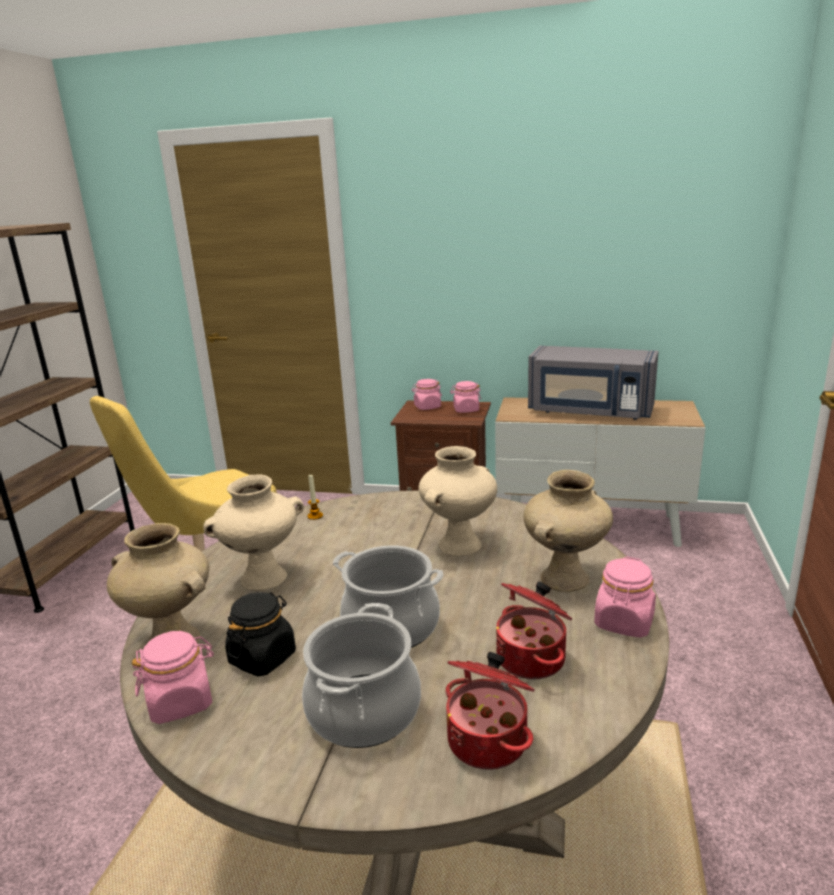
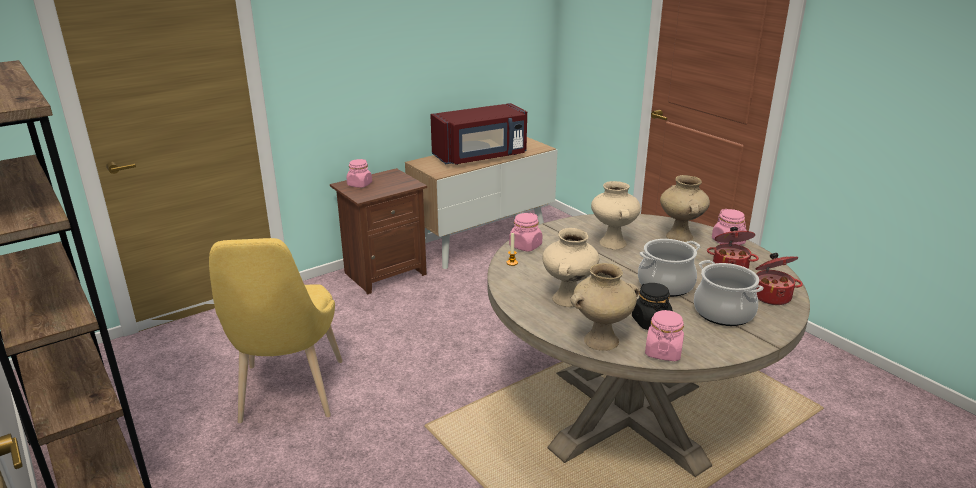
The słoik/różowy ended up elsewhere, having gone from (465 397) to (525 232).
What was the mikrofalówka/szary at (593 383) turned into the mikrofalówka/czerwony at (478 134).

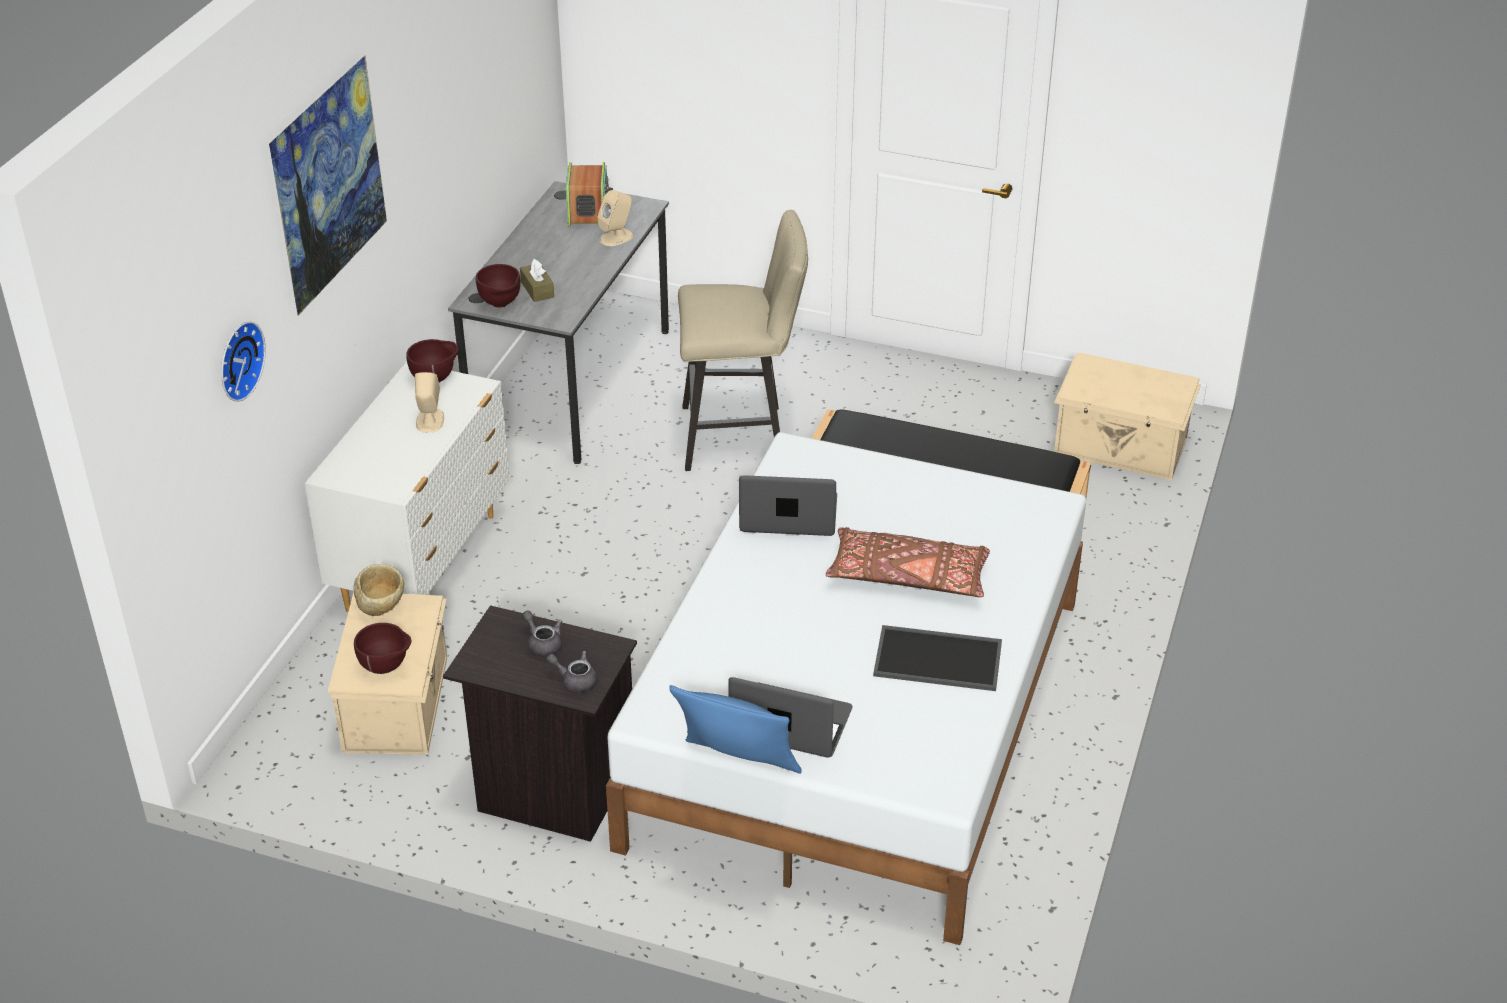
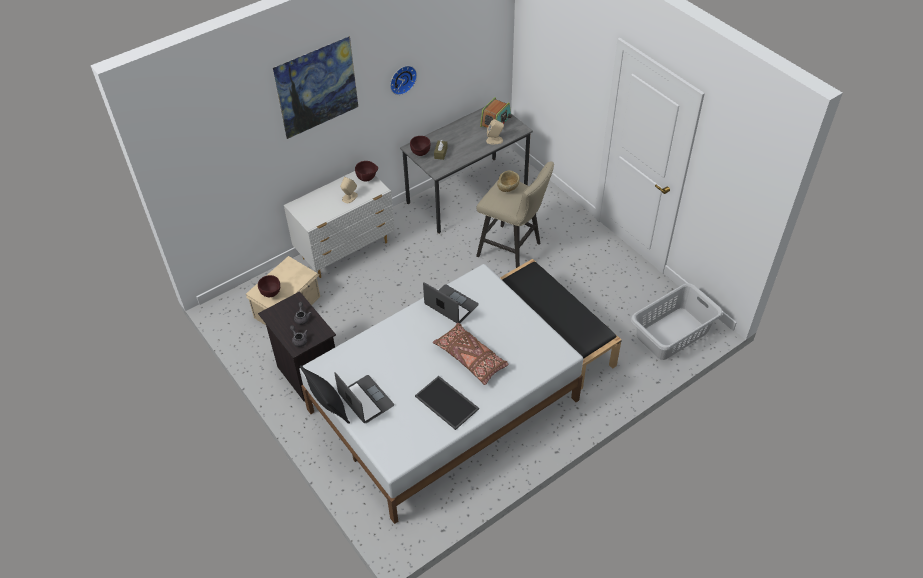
The zegar ścienny ended up elsewhere, having gone from (243 361) to (403 80).
The miska/beżowy ended up elsewhere, having gone from (378 590) to (508 181).
What was the poduszka/niebieski at (735 729) turned into the poduszka/czarny at (325 394).
Where the pojemnik do przechowywania/beżowy stood at (1127 416), the kosz na pranie/szary came to stand at (677 321).

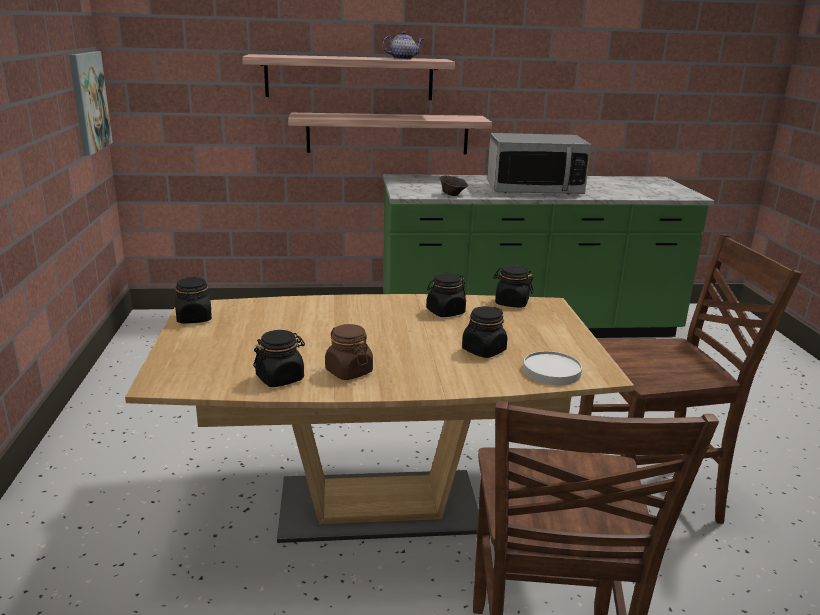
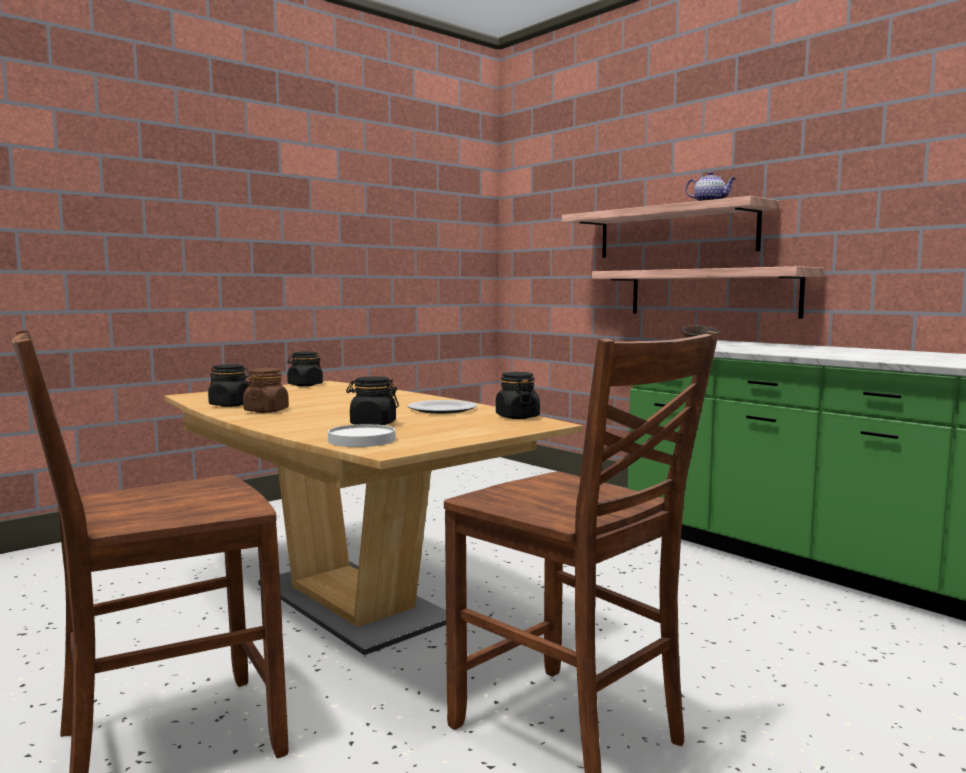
The second view lost the obraz at (91 103).
Where the słoik/czarny stood at (446 295), the talerz came to stand at (442 407).
The second view lost the mikrofalówka at (539 164).

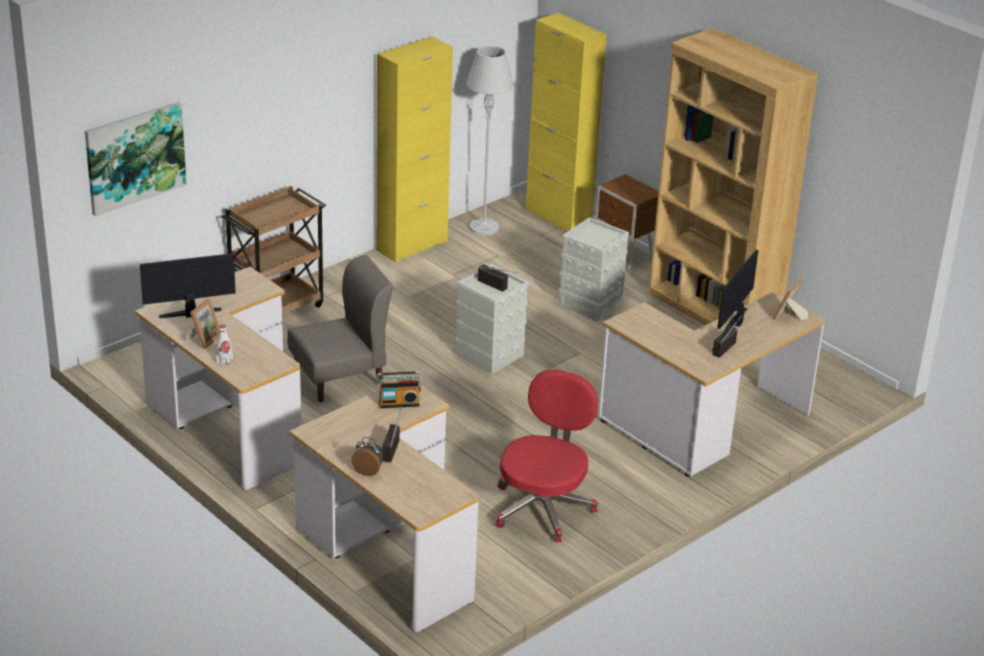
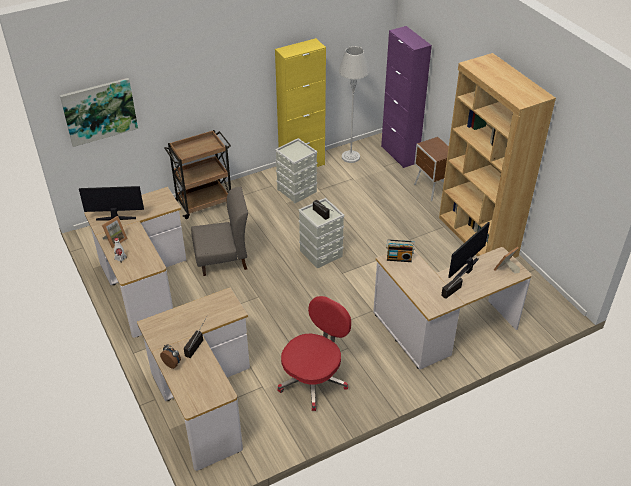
The radio ended up elsewhere, having gone from (399 389) to (400 251).
What was the szafka/żółty at (566 122) turned into the szafka/fioletowy at (406 97).
The pojemnik do przechowywania/szary ended up elsewhere, having gone from (594 269) to (296 170).

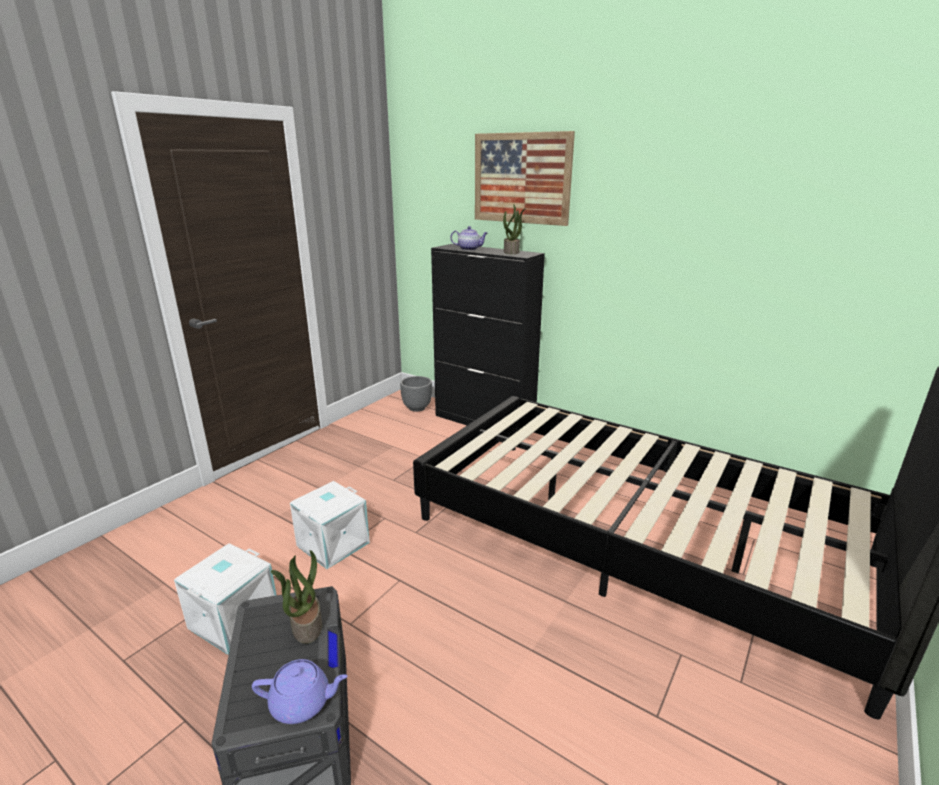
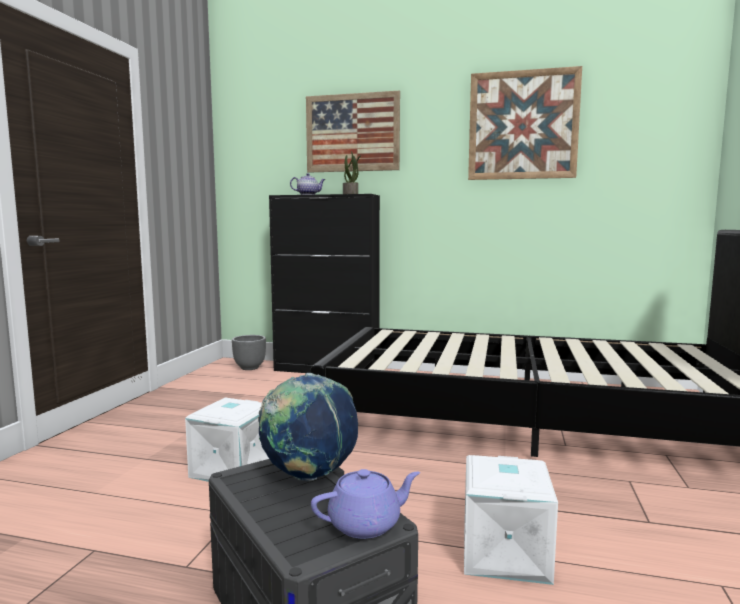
The pojemnik do przechowywania/biały ended up elsewhere, having gone from (225 599) to (511 520).
Where the roślina doniczkowa stood at (296 597), the globus came to stand at (308 427).
The second view gained the obraz at (525 123).

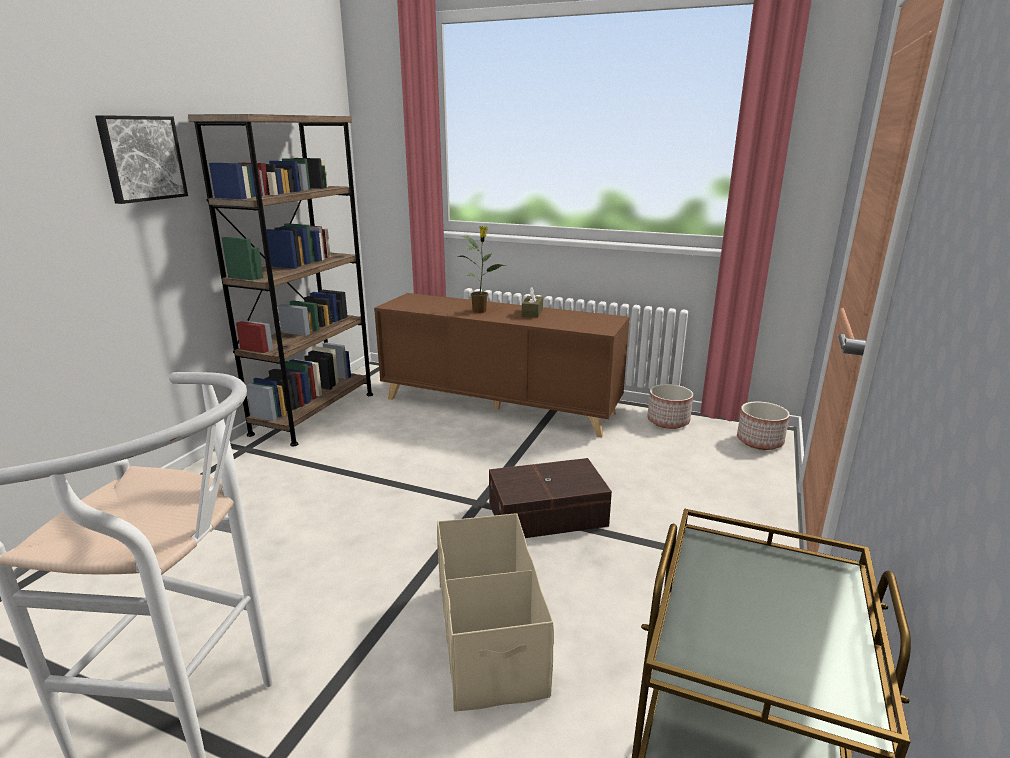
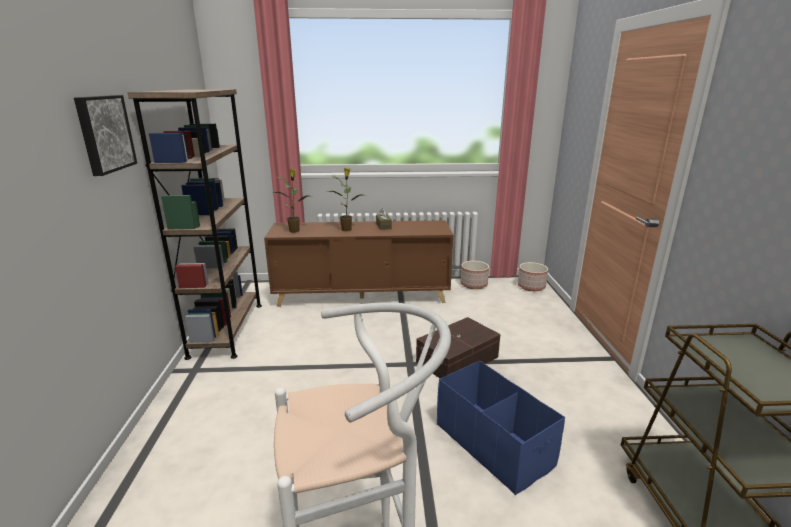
What was the pojemnik do przechowywania/beżowy at (495 612) turned into the pojemnik do przechowywania/niebieski at (501 428).
The second view gained the roślina doniczkowa at (292 201).

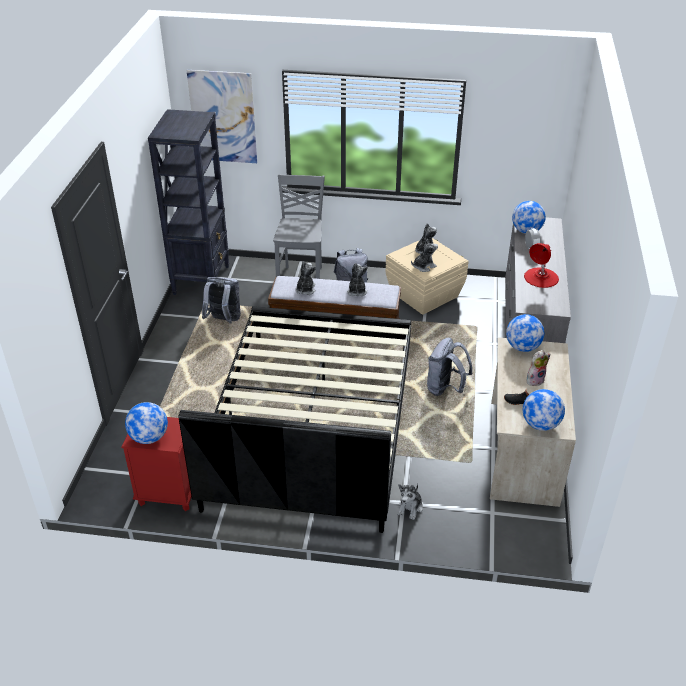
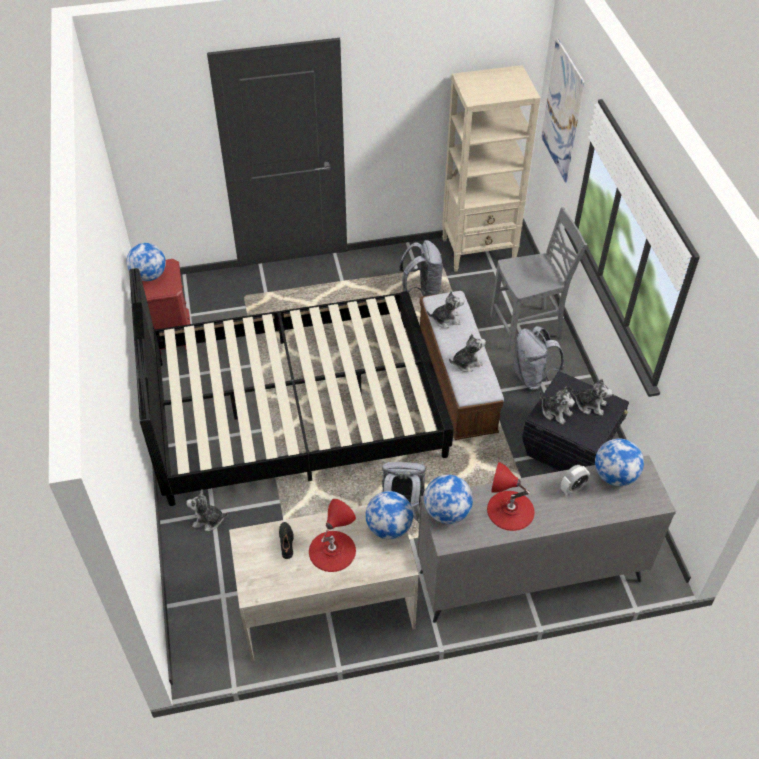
What was the regał/czarny at (188 202) turned into the regał/beżowy at (491 168).
What was the pojemnik do przechowywania/beżowy at (427 276) turned into the pojemnik do przechowywania/czarny at (575 421).
The globus ended up elsewhere, having gone from (544 410) to (448 499).
Where the pluszak stood at (539 368), the lampa stołowa/czerwony came to stand at (332 535).

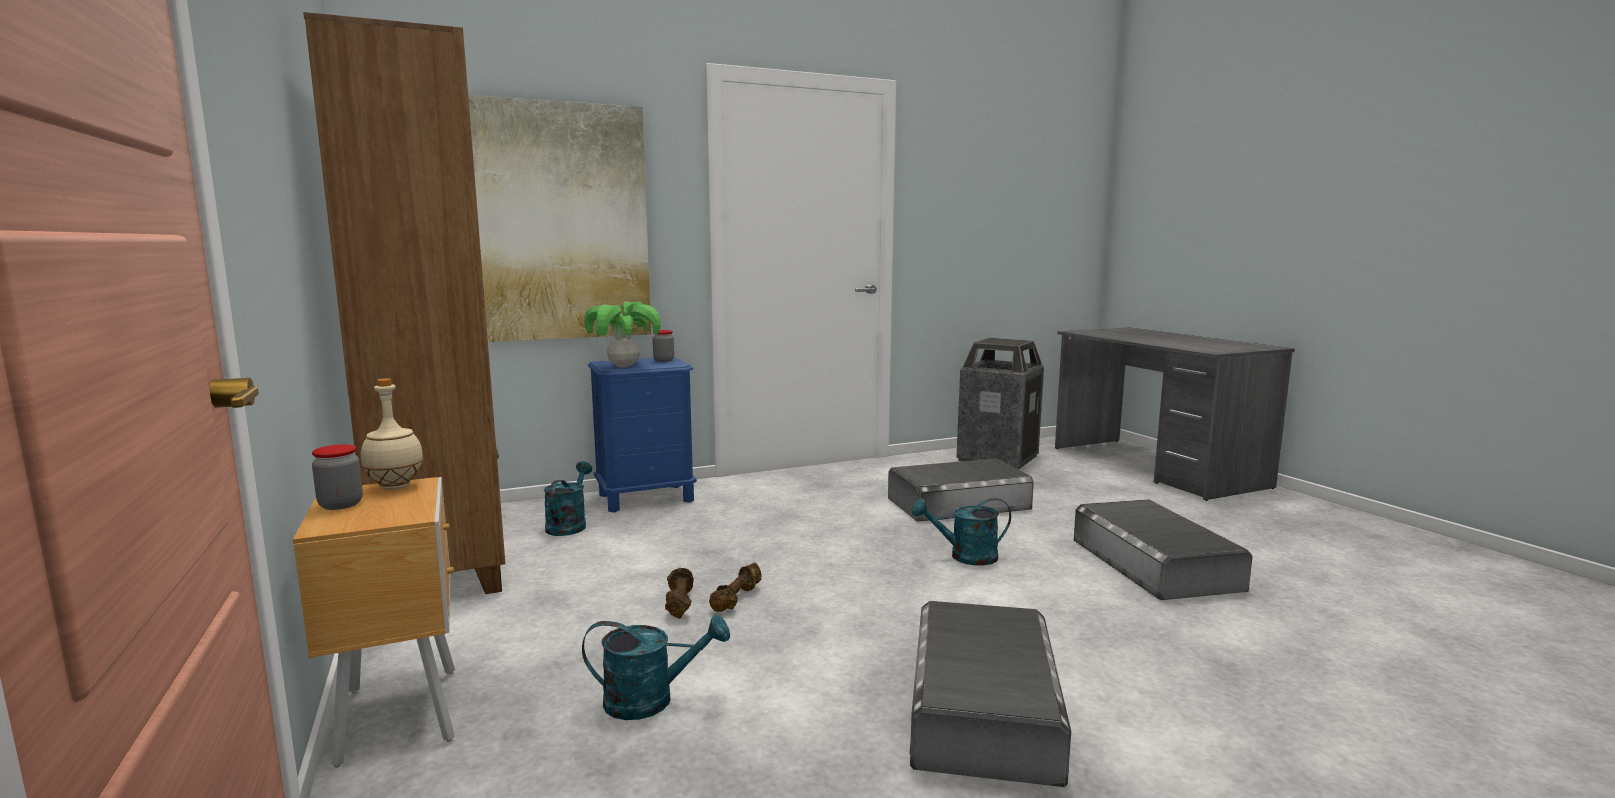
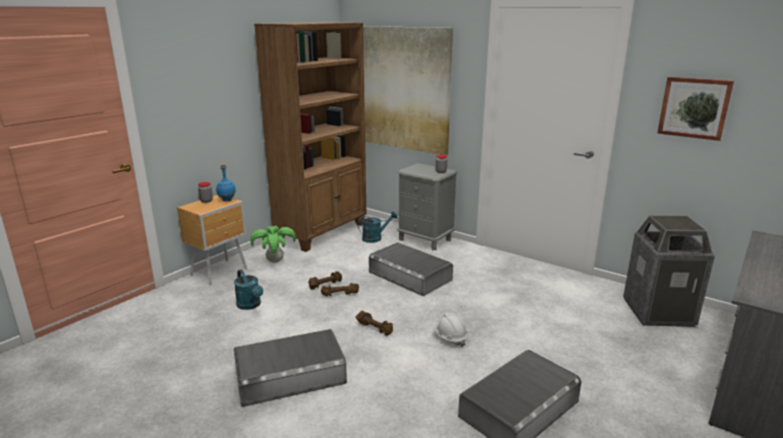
What was the butelka/beżowy at (392 434) turned into the butelka/niebieski at (226 182).
The roślina doniczkowa ended up elsewhere, having gone from (622 334) to (273 244).
What was the szafka nocna/niebieski at (642 435) turned into the szafka nocna/szary at (427 206).
The pojemnik do przechowywania/szary ended up elsewhere, having gone from (961 490) to (411 269).
Where the konewka/turkusowy stood at (961 531), the kask/biały came to stand at (450 330).
The second view gained the hantel/brązowy at (374 323).
The second view gained the obraz at (695 109).

